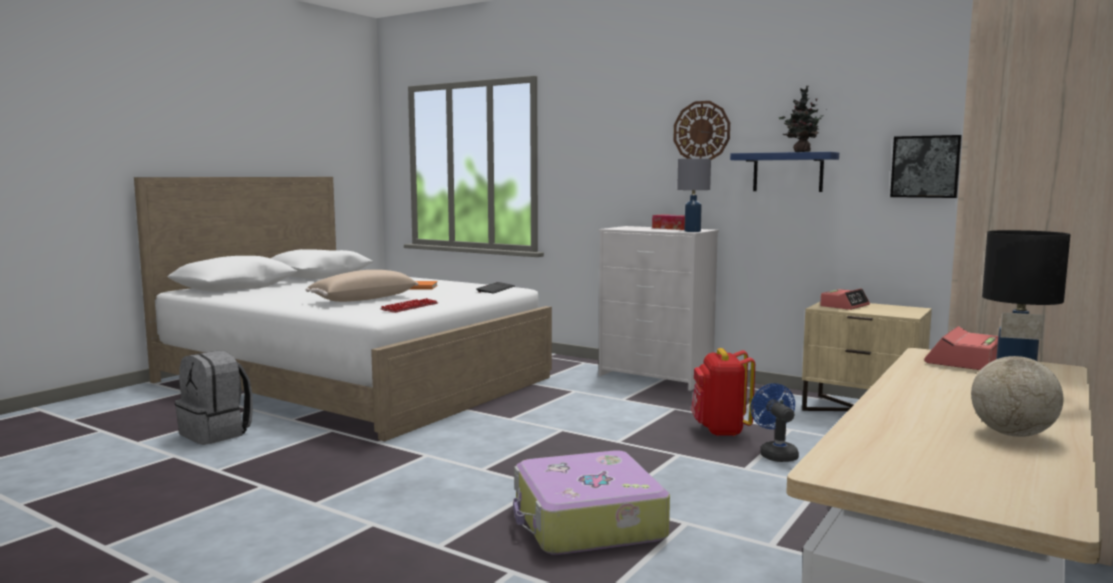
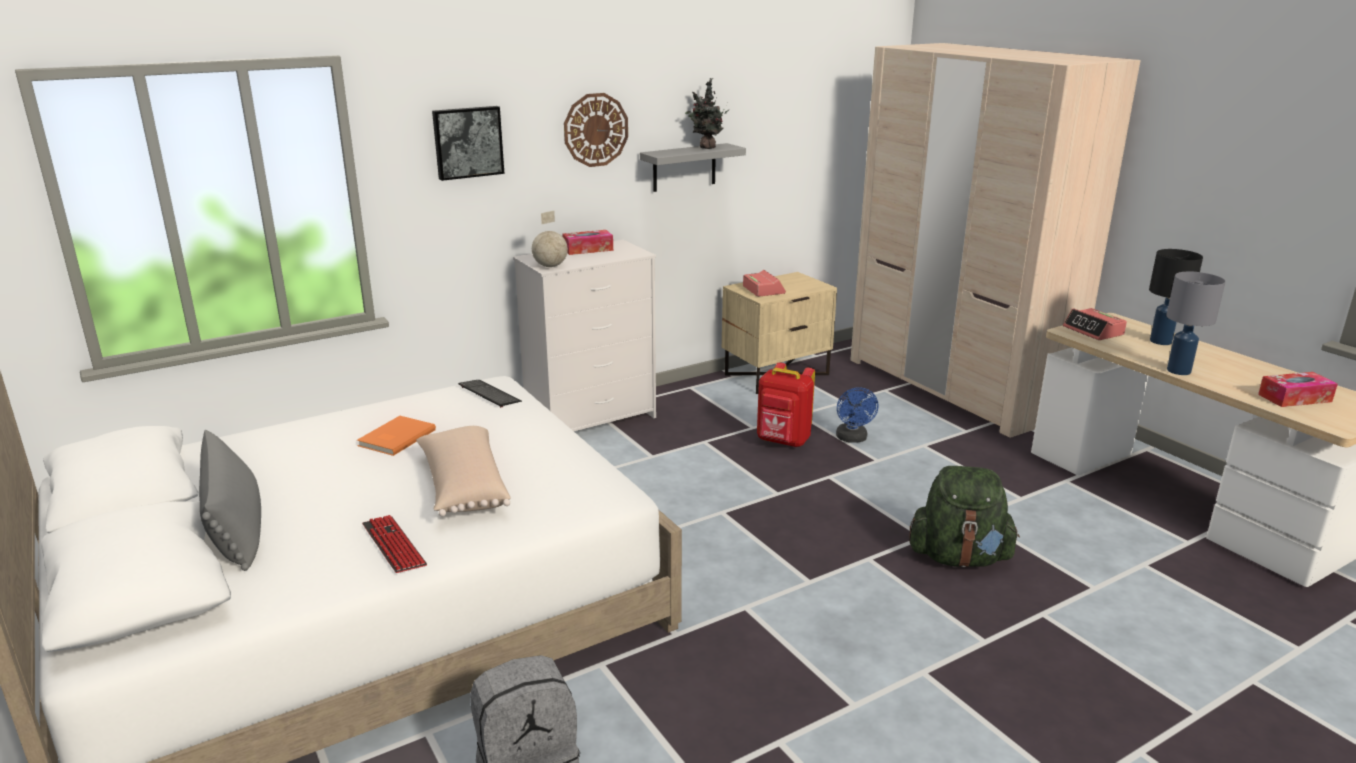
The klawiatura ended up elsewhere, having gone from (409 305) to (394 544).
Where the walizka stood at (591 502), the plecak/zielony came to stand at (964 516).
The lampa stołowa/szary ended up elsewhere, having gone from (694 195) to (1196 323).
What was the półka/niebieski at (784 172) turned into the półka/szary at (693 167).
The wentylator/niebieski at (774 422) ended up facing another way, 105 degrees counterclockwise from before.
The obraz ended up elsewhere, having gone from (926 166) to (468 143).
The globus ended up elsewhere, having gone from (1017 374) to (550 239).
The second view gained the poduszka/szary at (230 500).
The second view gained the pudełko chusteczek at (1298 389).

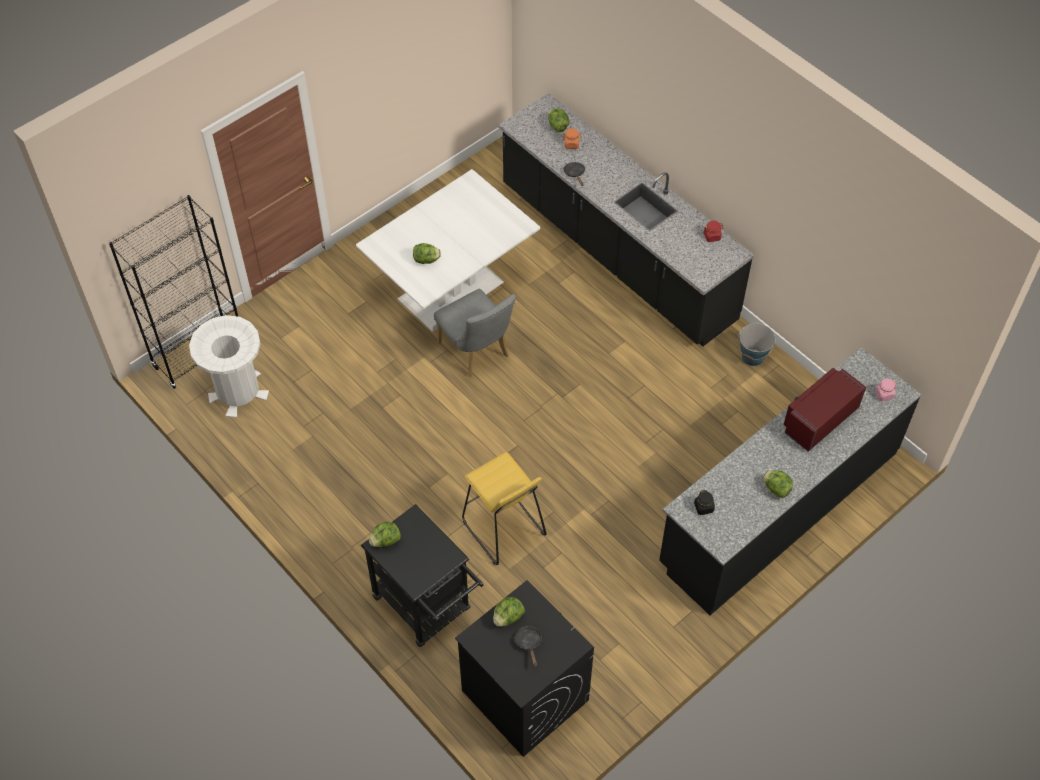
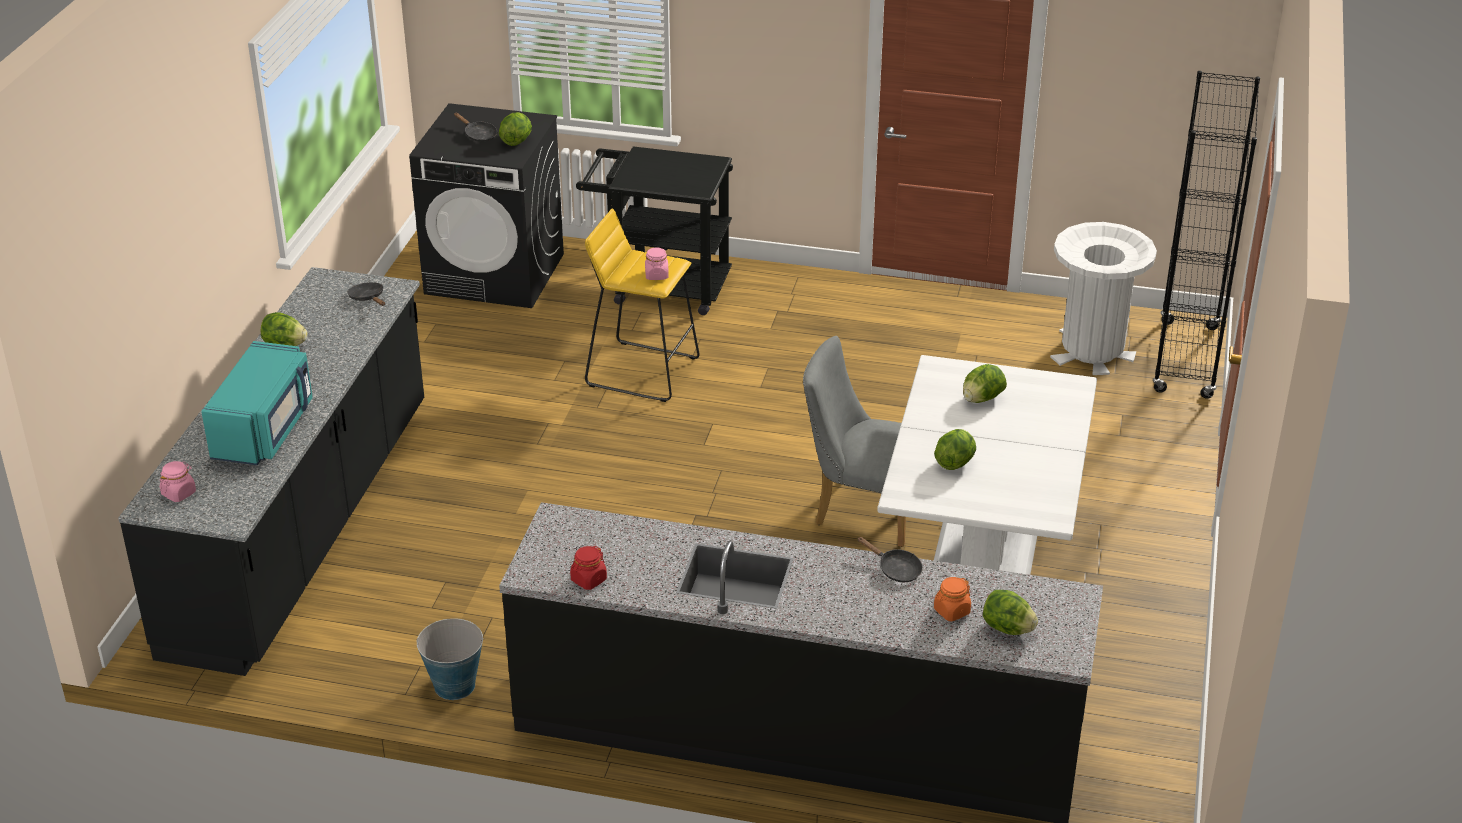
The sałata ended up elsewhere, having gone from (385 534) to (955 449).
Where the słoik/czarny stood at (704 502), the patelnia/czarny came to stand at (366 294).
What was the mikrofalówka/czerwony at (825 410) turned into the mikrofalówka/turkusowy at (257 403).
The second view gained the słoik/różowy at (657 263).

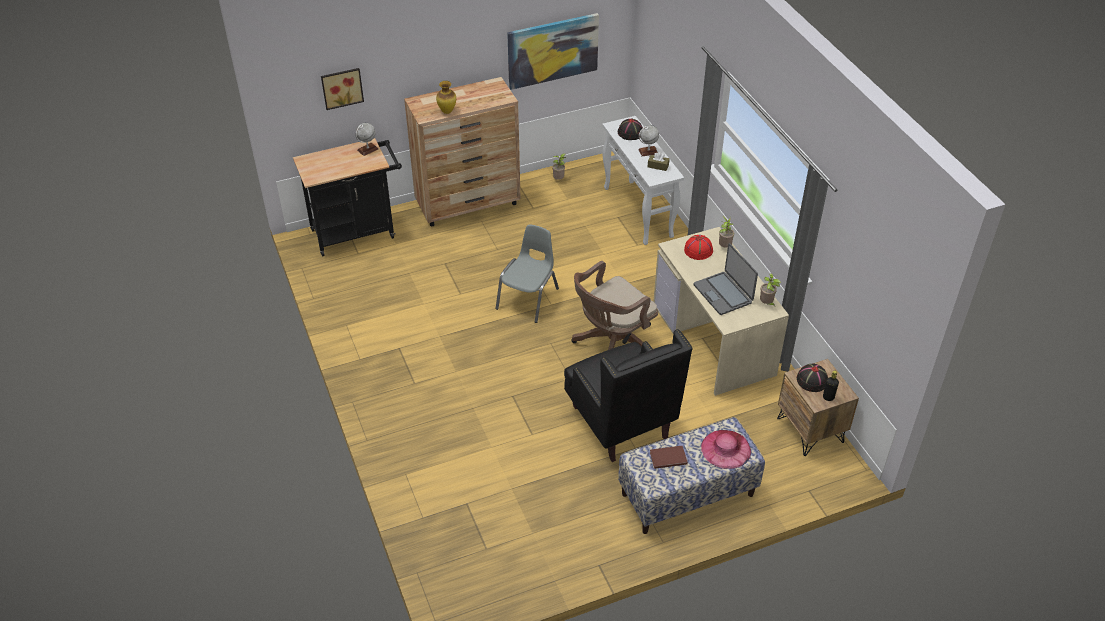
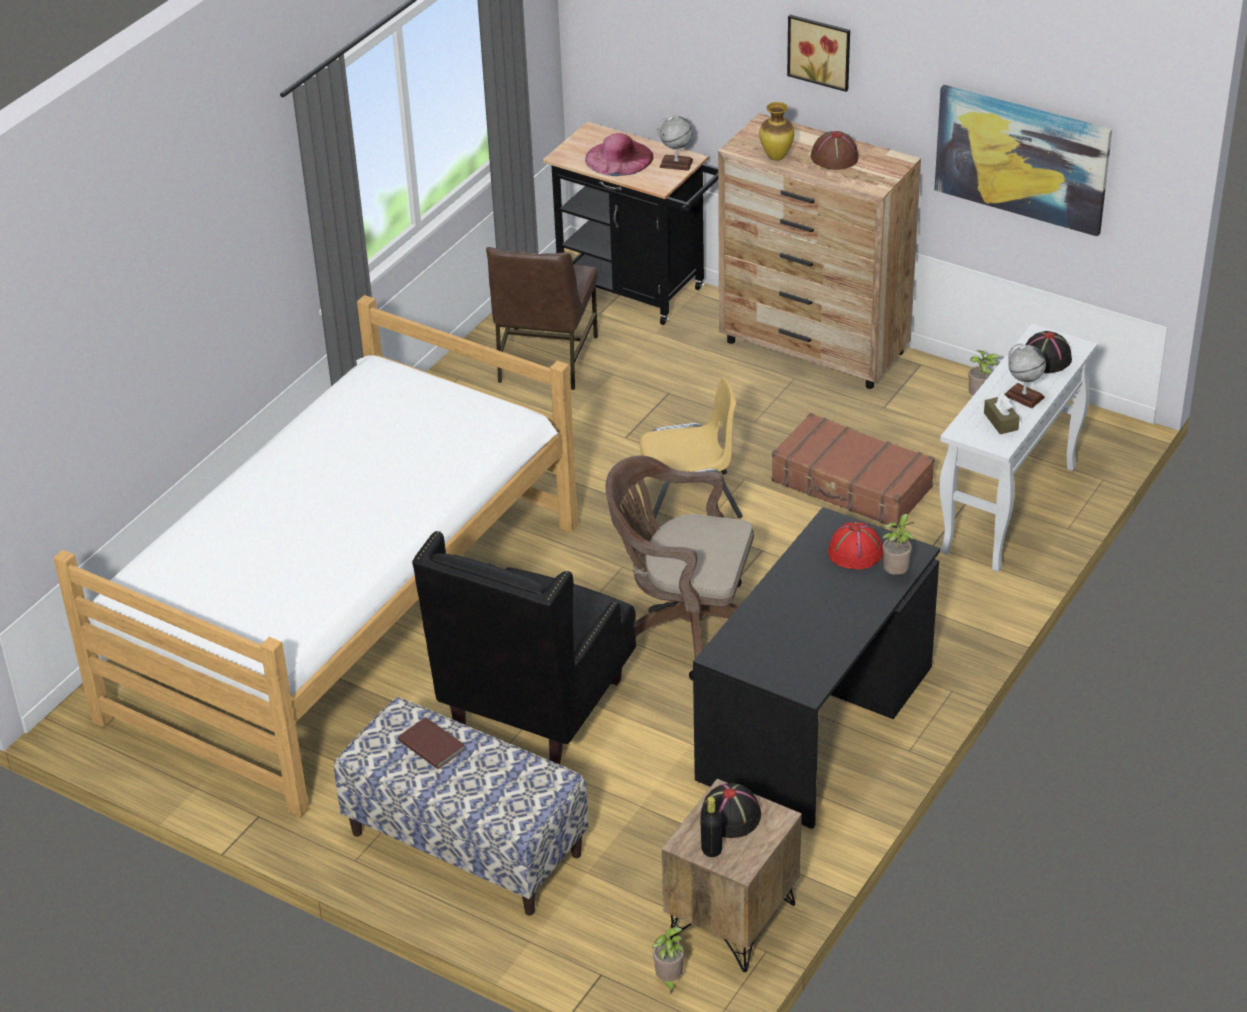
The obraz ended up elsewhere, having gone from (342 89) to (818 53).
What was the krzesło/szary at (527 274) turned into the krzesło/żółty at (688 452).
What was the biurko/beżowy at (721 311) turned into the biurko/czarny at (816 668).
The second view lost the laptop at (725 279).
The kapelusz/różowy ended up elsewhere, having gone from (726 449) to (619 154).
The roślina doniczkowa ended up elsewhere, having gone from (770 289) to (668 960).
The second view gained the łóżko at (315 556).
The second view gained the krzesło/brązowy at (542 318).
The second view gained the walizka/brązowy at (853 470).
The second view gained the kapelusz/brązowy at (834 150).

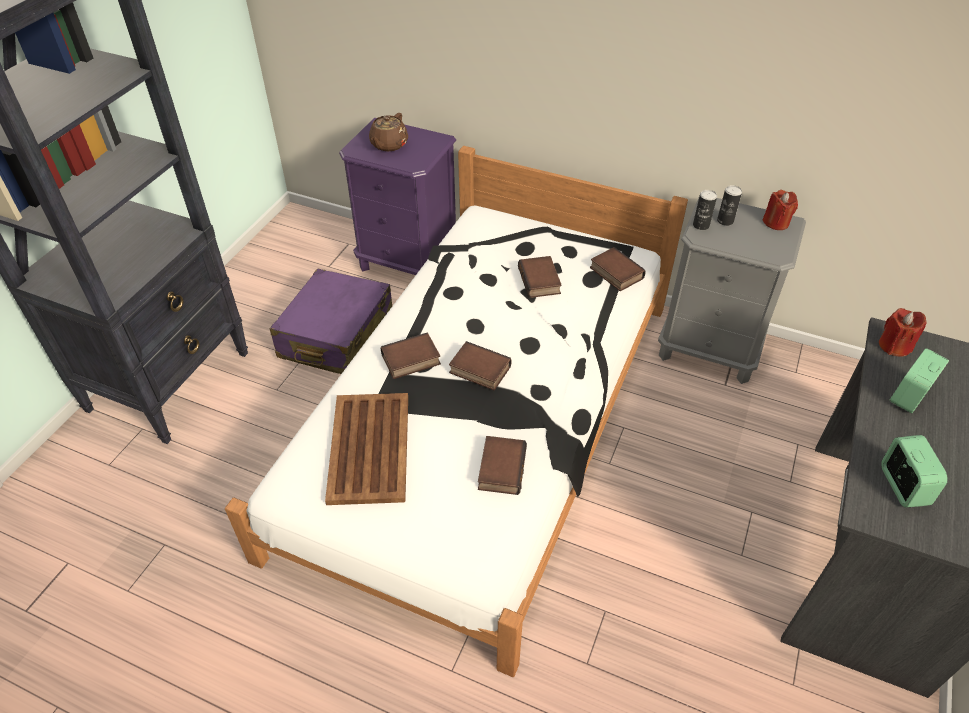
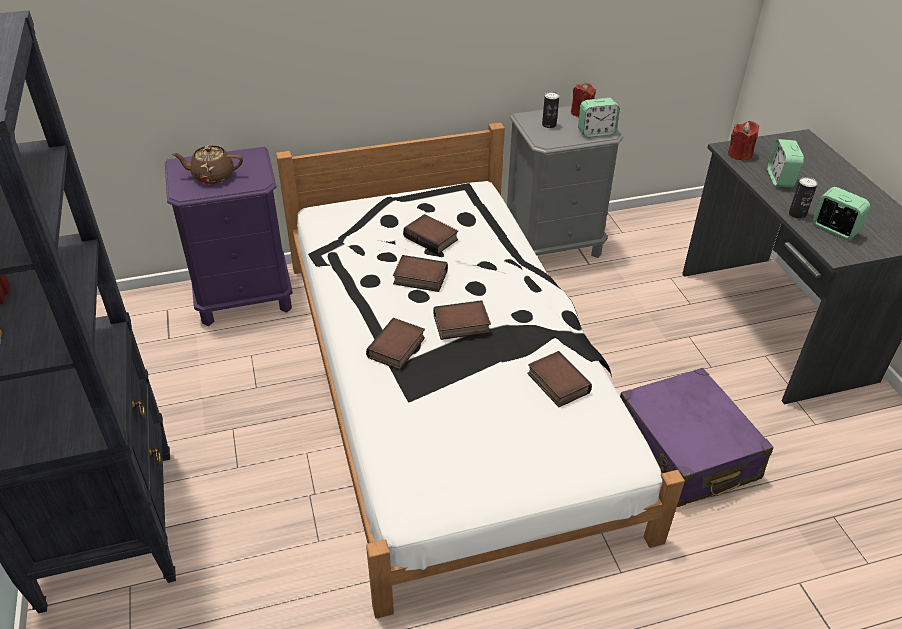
The walizka/fioletowy ended up elsewhere, having gone from (330 321) to (696 437).
The second view lost the taca/brązowy at (366 449).
The imbryk/brązowy at (388 132) ended up facing another way, 105 degrees clockwise from before.
The książka ended up elsewhere, having gone from (618 269) to (420 273).
The puszka ended up elsewhere, having gone from (705 210) to (803 198).
The second view gained the budzik at (599 117).

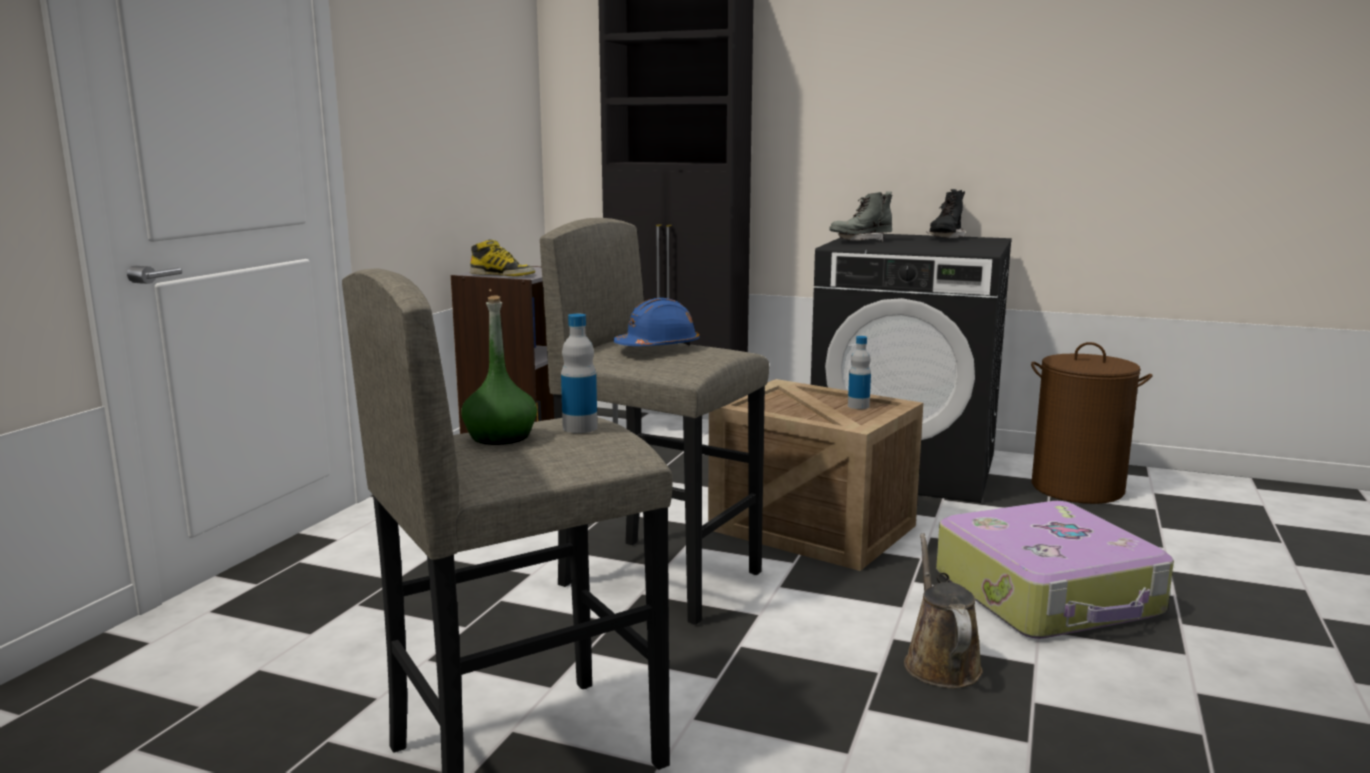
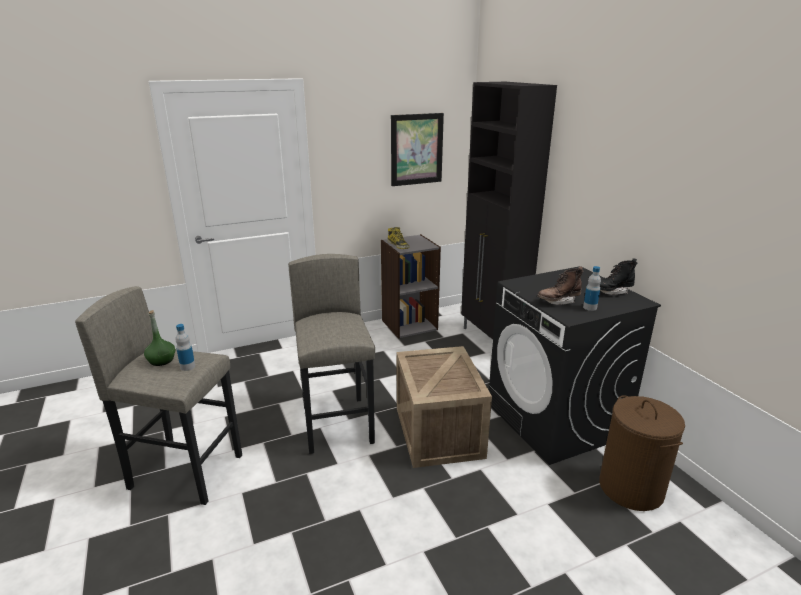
The second view lost the kask/niebieski at (656 322).
The second view lost the but z cholewką/szary at (860 216).
The butelka ended up elsewhere, having gone from (859 372) to (592 288).
The second view lost the konewka/brązowy at (943 610).
The second view lost the walizka at (1055 570).
The second view gained the obraz at (417 149).
The second view gained the but z cholewką/brązowy at (560 285).

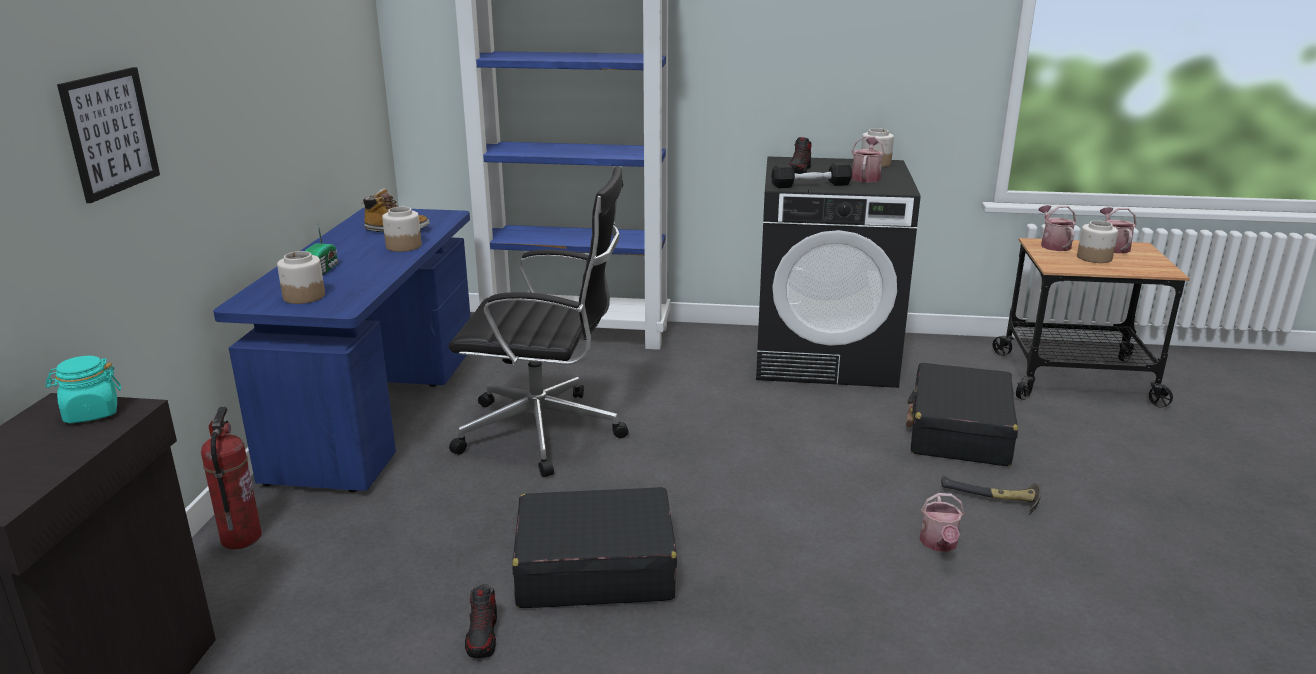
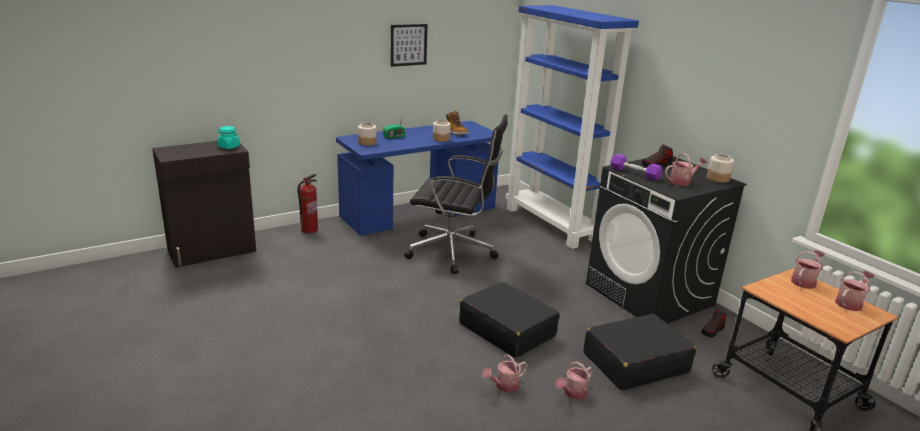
The obraz ended up elsewhere, having gone from (108 135) to (409 45).
The krzesło biurowe/czarny at (539 321) ended up facing another way, 45 degrees counterclockwise from before.
The but ended up elsewhere, having gone from (481 621) to (714 323).
The walizka/czarny ended up elsewhere, having gone from (594 547) to (509 320).
What was the hantel/czarny at (811 175) turned into the hantel/fioletowy at (636 167).
Where the młotek stood at (991 495), the konewka came to stand at (574 381).
The second view lost the słoik at (1097 241).

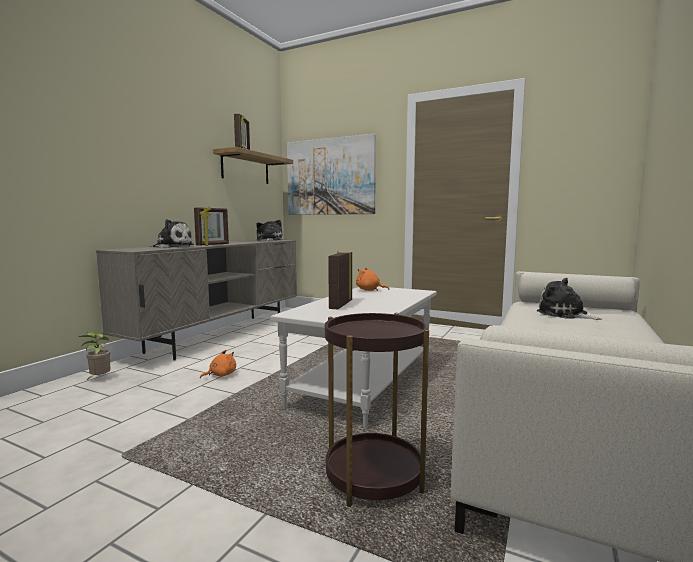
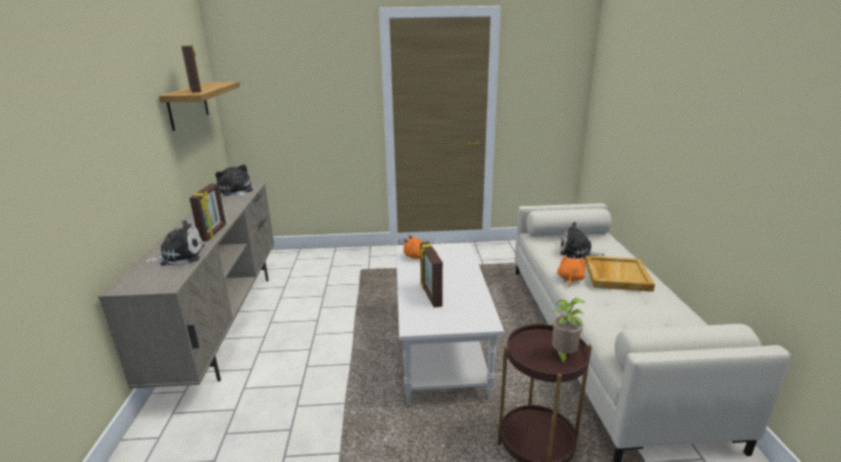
The roślina doniczkowa ended up elsewhere, having gone from (95 357) to (569 331).
The pluszak/pomarańczowy ended up elsewhere, having gone from (218 364) to (571 271).
The second view lost the obraz at (331 174).
The second view gained the taca/beżowy at (620 274).

